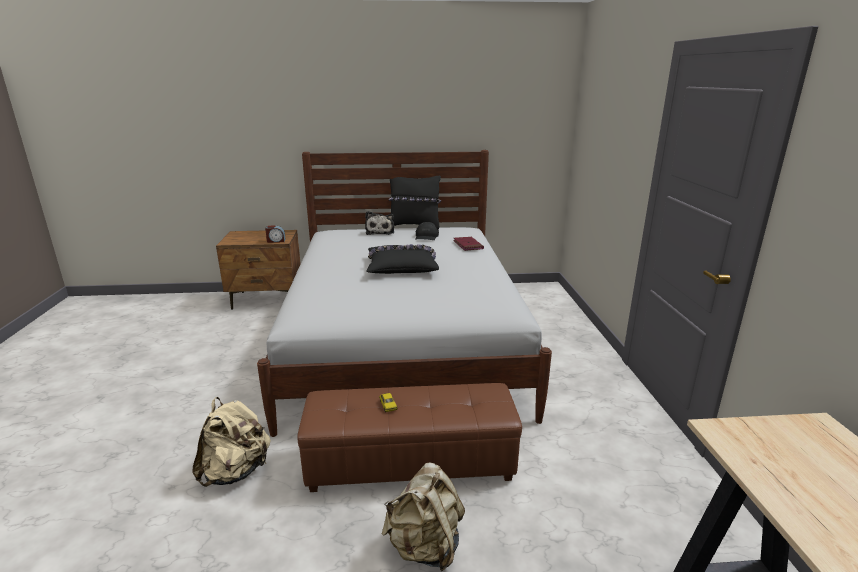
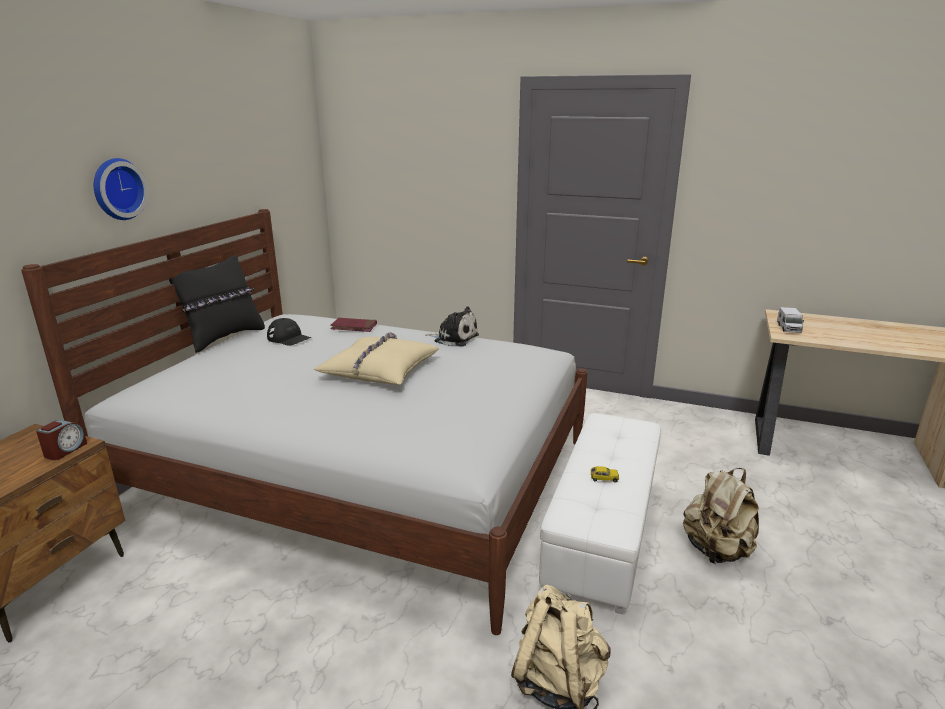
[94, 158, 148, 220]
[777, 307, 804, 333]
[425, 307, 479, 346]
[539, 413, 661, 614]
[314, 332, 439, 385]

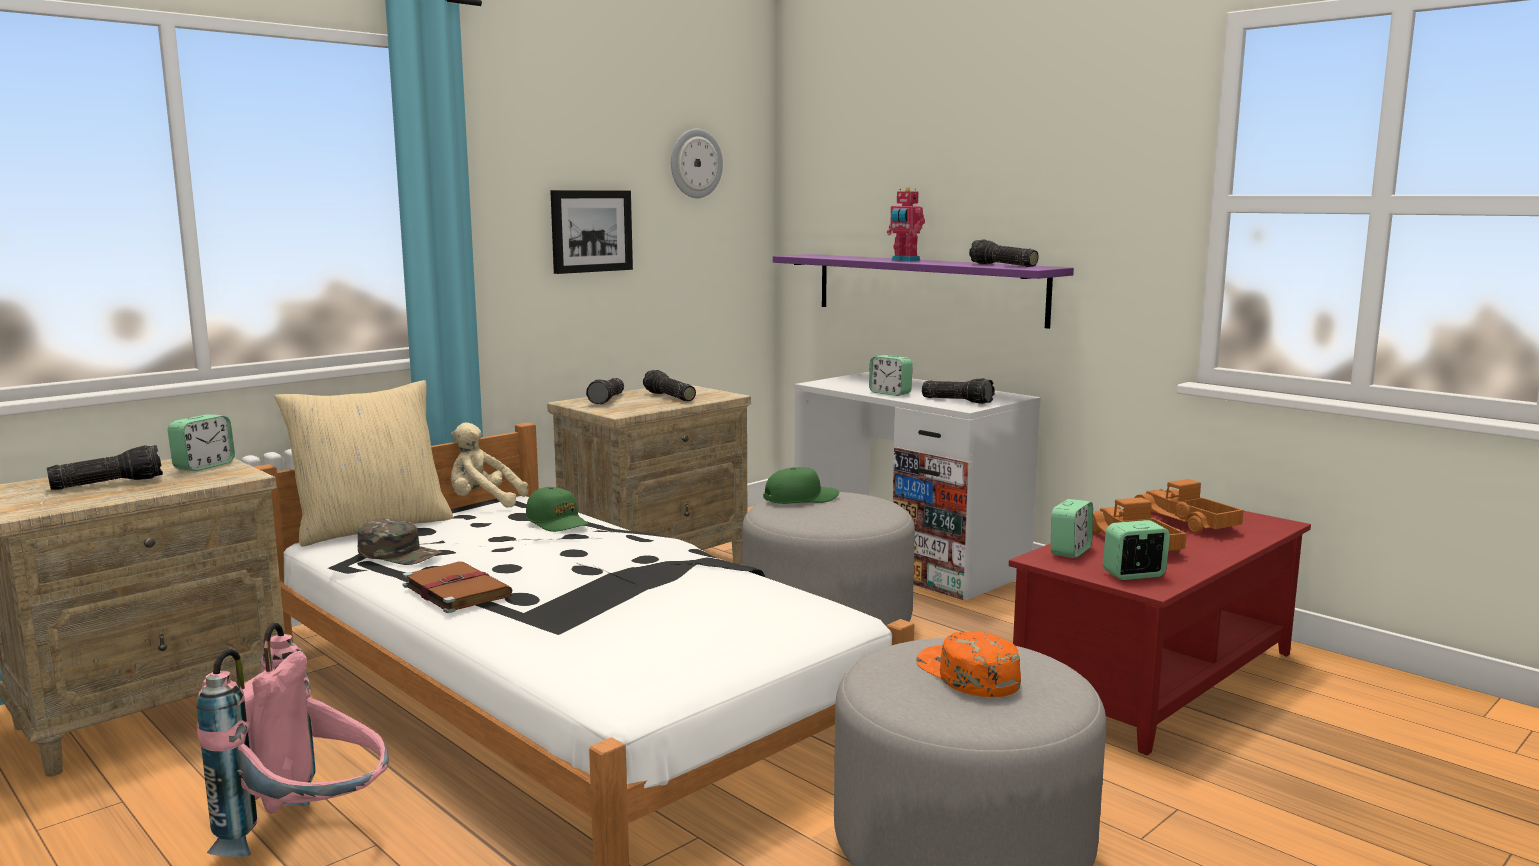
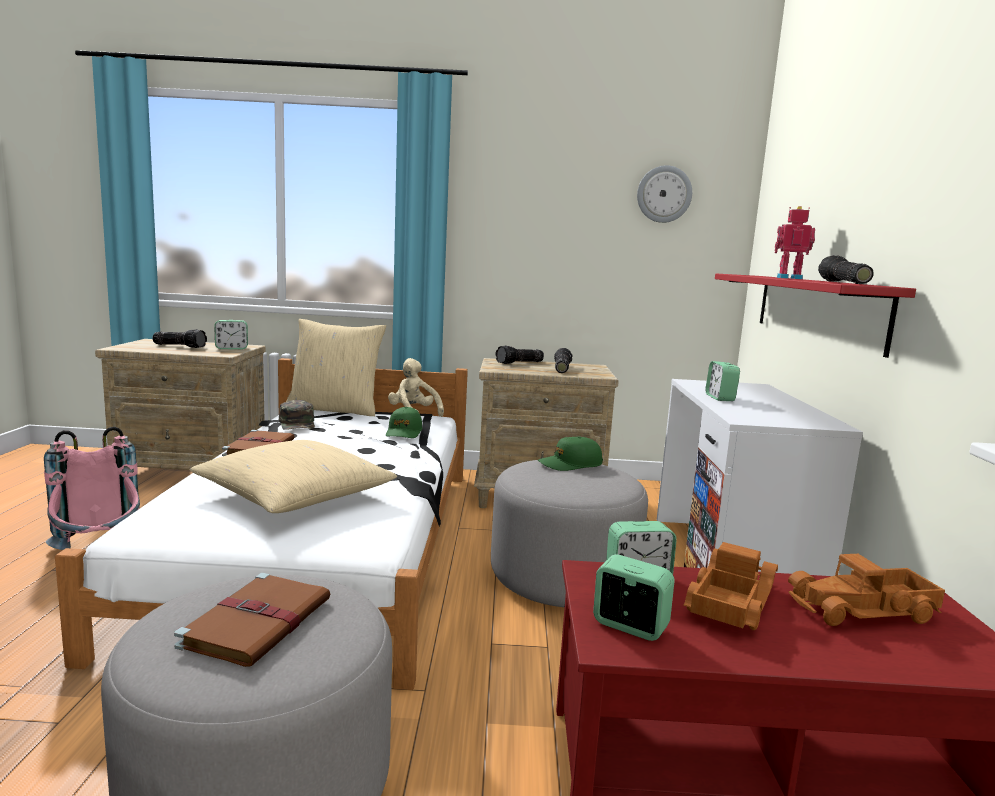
[550, 190, 633, 274] (first image)
[922, 378, 995, 404] (first image)
[190, 440, 397, 513]
[174, 573, 331, 667]
[715, 274, 916, 358]
[538, 436, 603, 471]
[774, 206, 815, 279]
[788, 554, 945, 626]

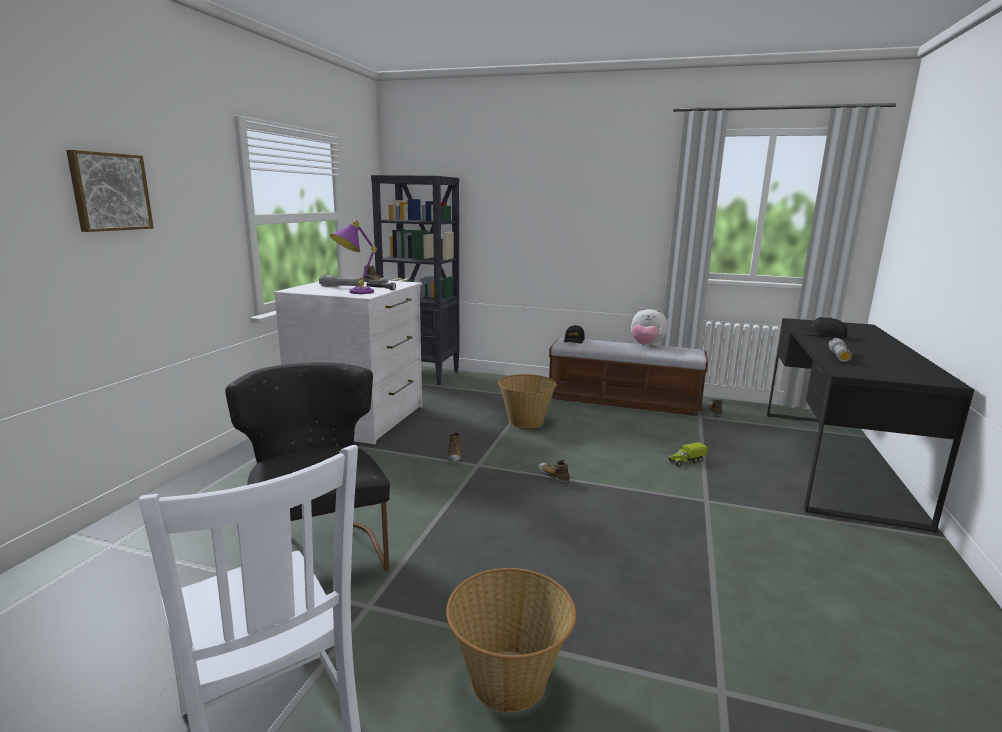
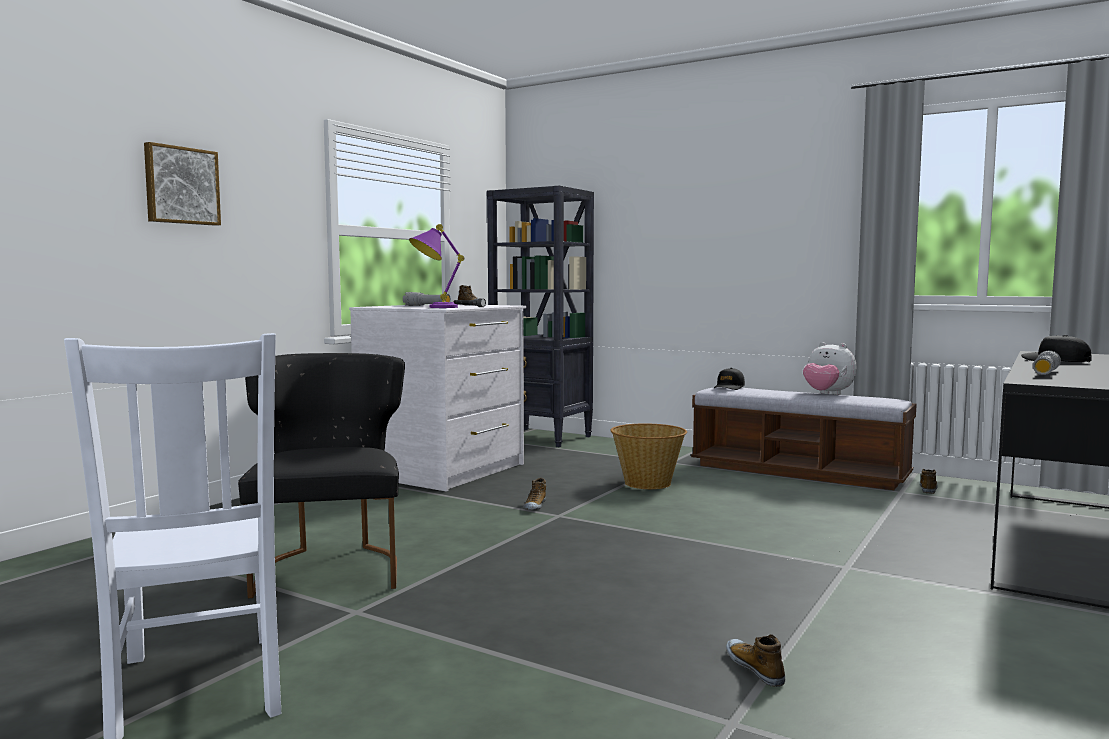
[446, 568, 576, 712] (first image)
[668, 442, 708, 466] (first image)
[726, 634, 785, 687]

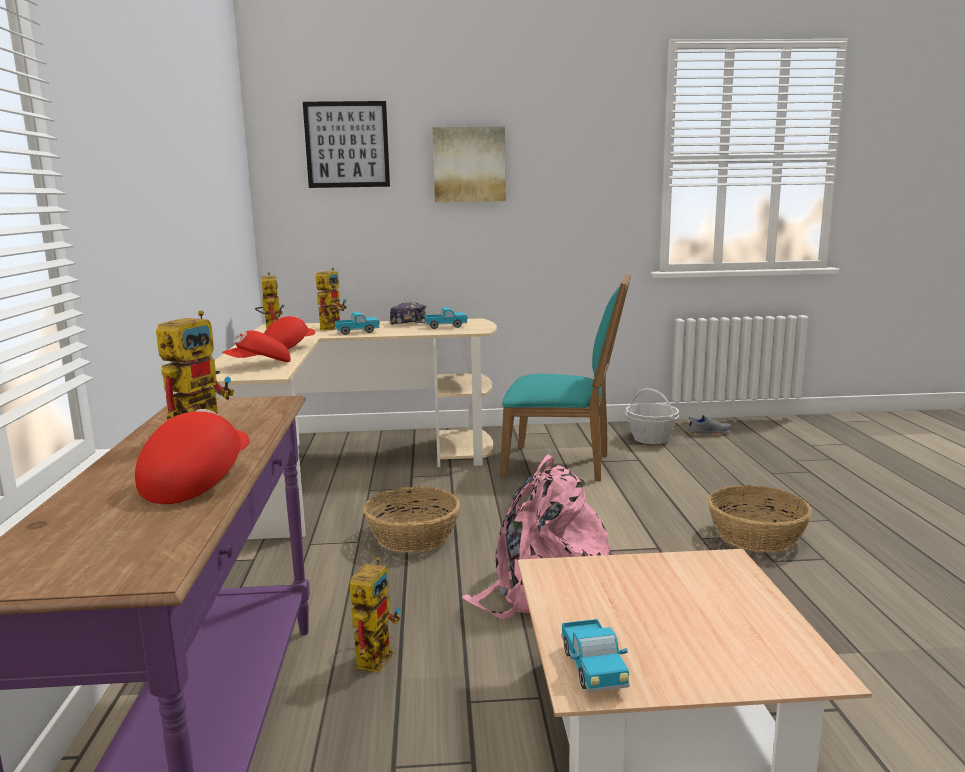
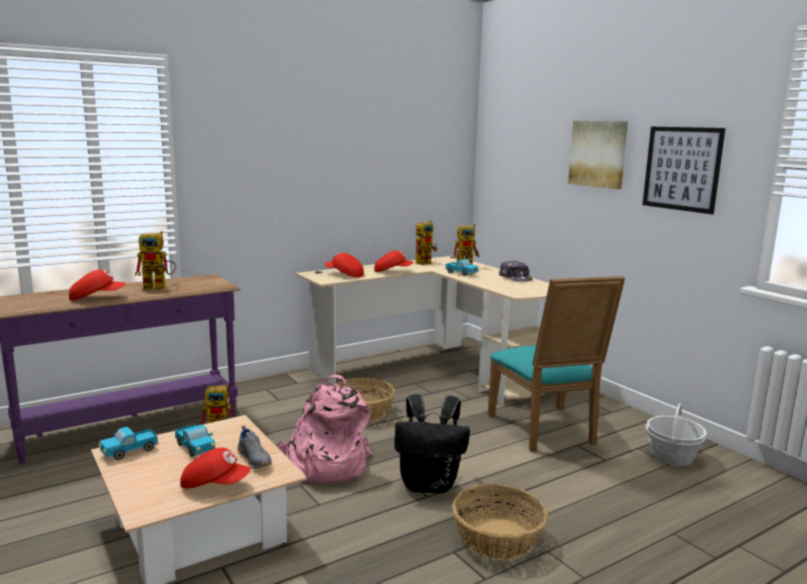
[180, 448, 251, 489]
[394, 394, 470, 493]
[643, 127, 725, 214]
[175, 424, 215, 457]
[237, 426, 272, 469]

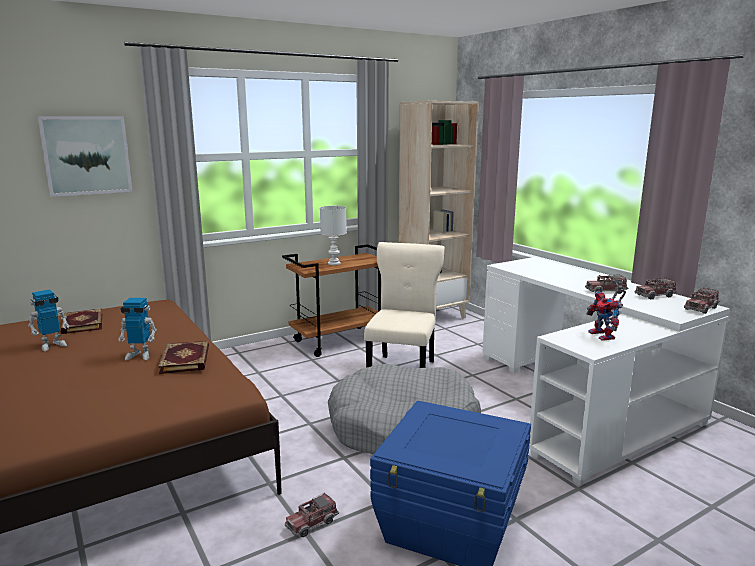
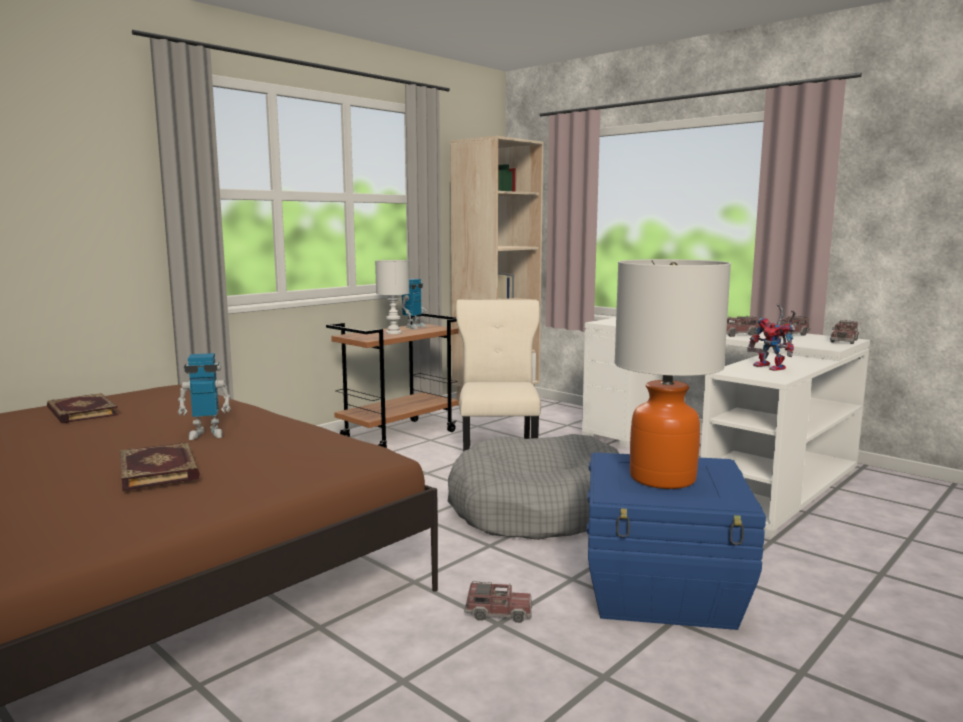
[38, 116, 133, 197] (first image)
[614, 259, 731, 489]
[402, 279, 427, 329]
[120, 442, 200, 491]
[464, 581, 532, 623]

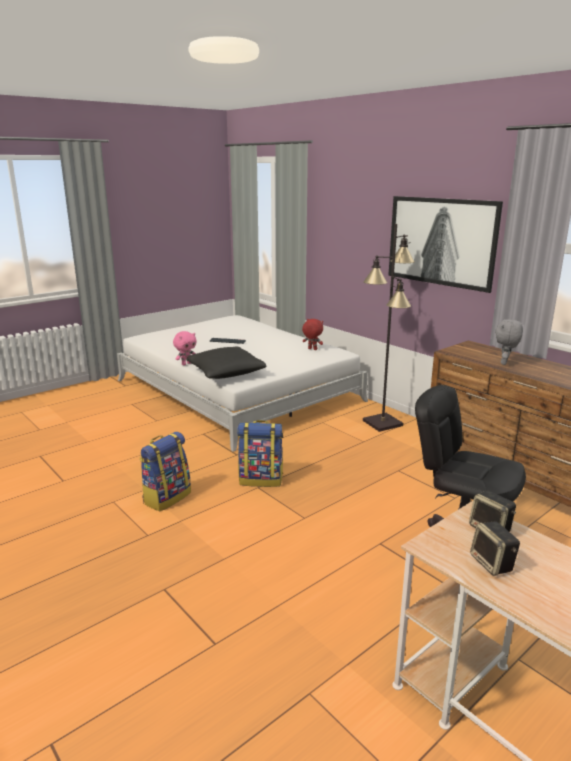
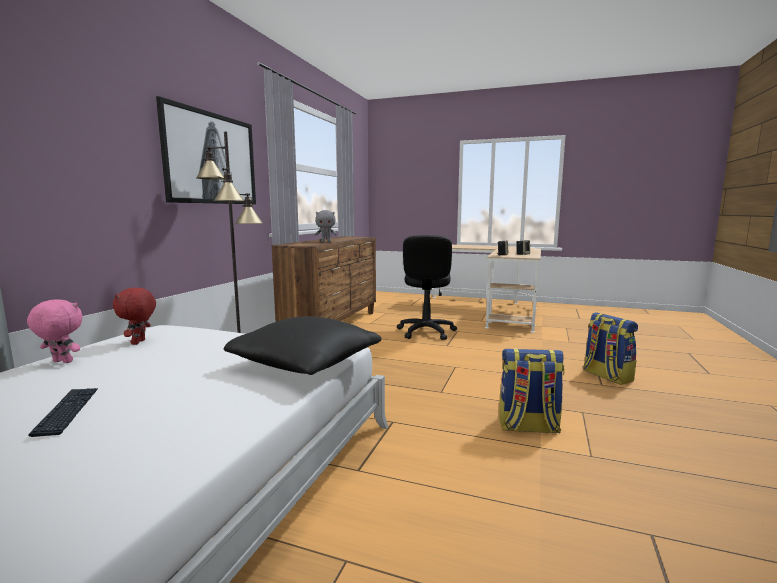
[27, 299, 83, 363]
[583, 312, 638, 385]

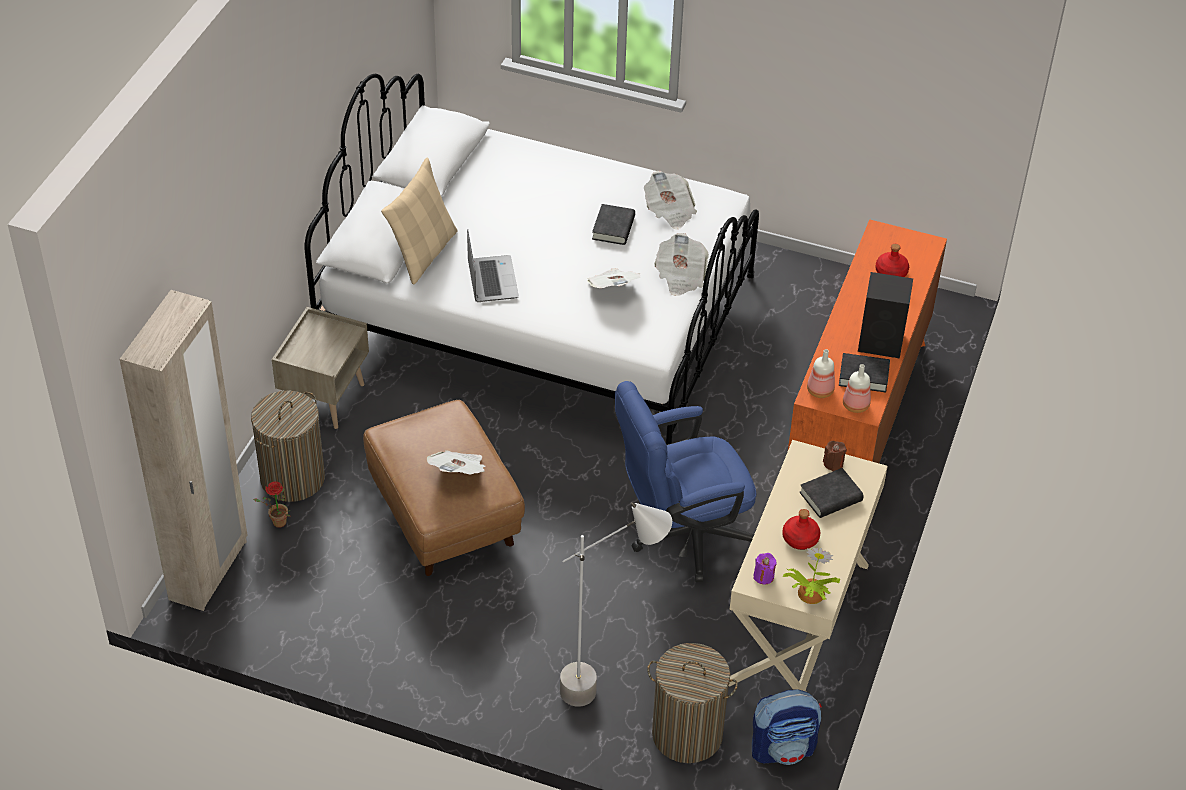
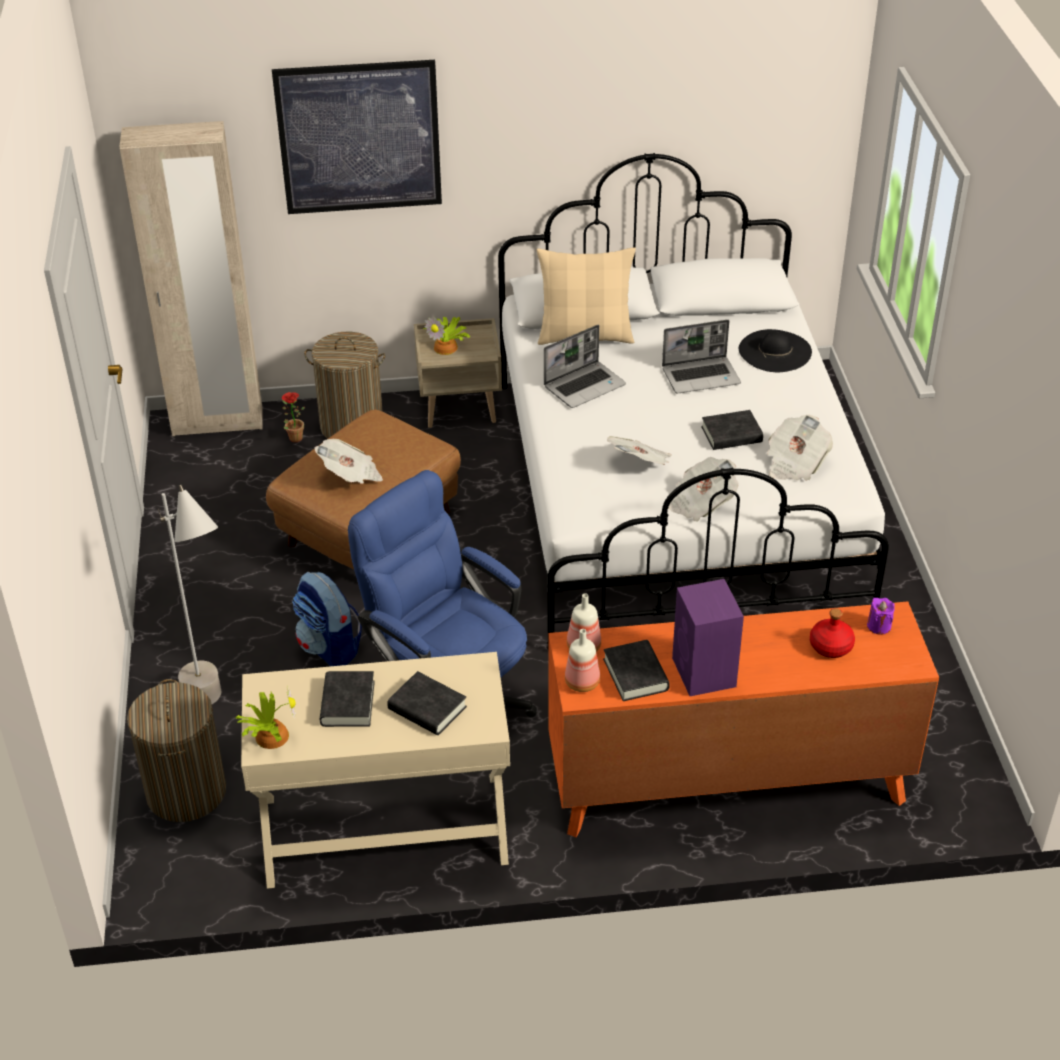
[823, 441, 847, 471] (first image)
[272, 60, 442, 214]
[423, 317, 470, 355]
[662, 320, 741, 393]
[739, 329, 812, 372]
[292, 571, 362, 666]
[867, 598, 895, 635]
[320, 671, 375, 727]
[672, 579, 744, 696]

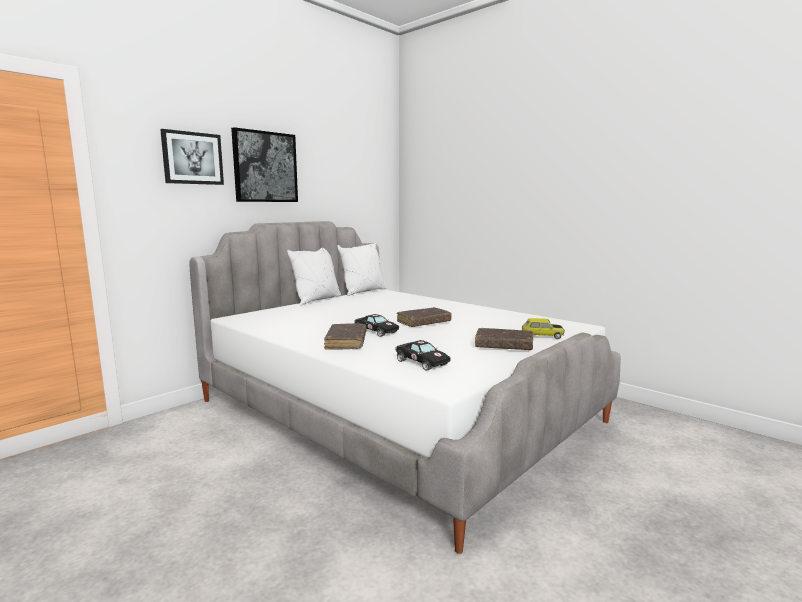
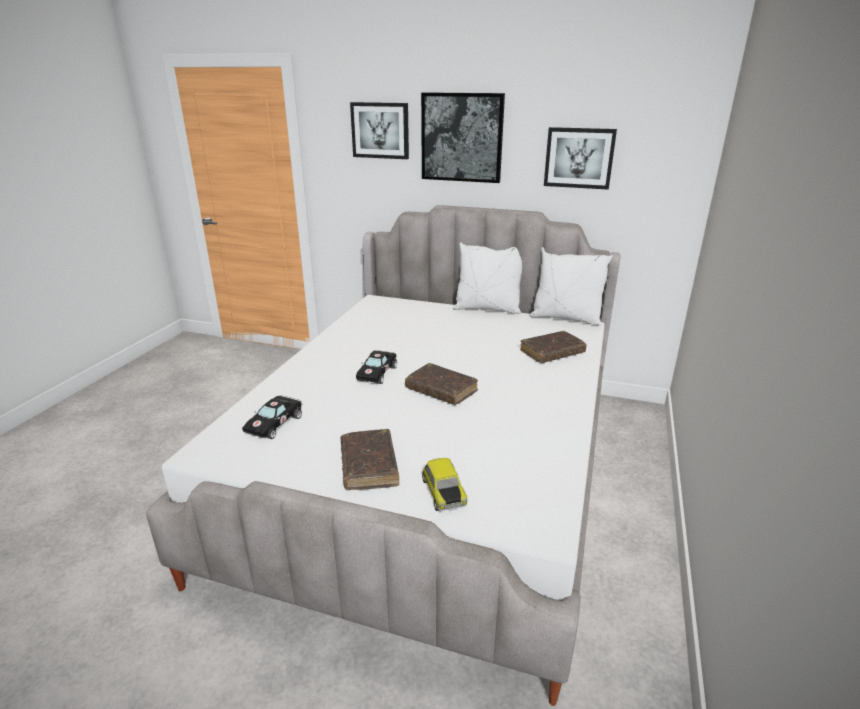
[544, 127, 617, 190]
[520, 331, 587, 363]

